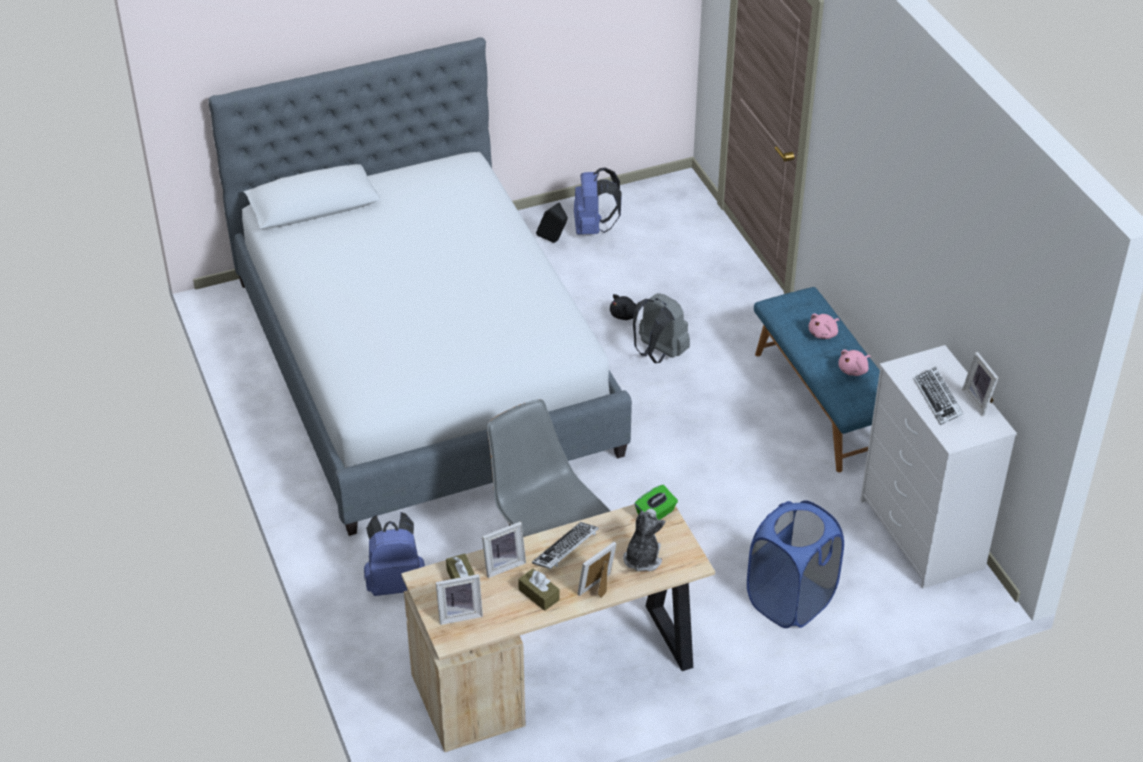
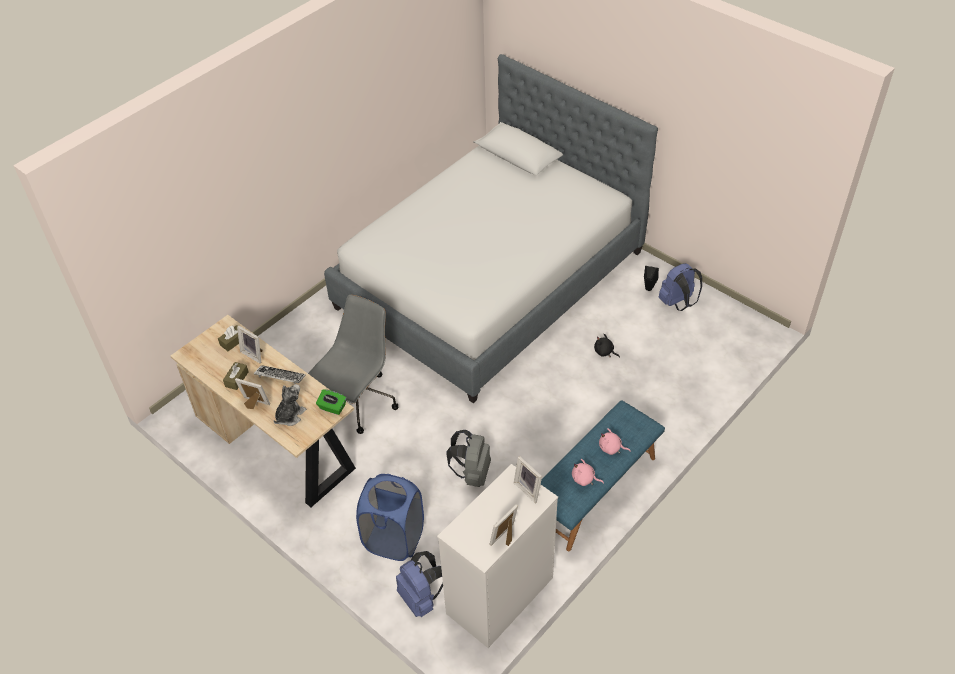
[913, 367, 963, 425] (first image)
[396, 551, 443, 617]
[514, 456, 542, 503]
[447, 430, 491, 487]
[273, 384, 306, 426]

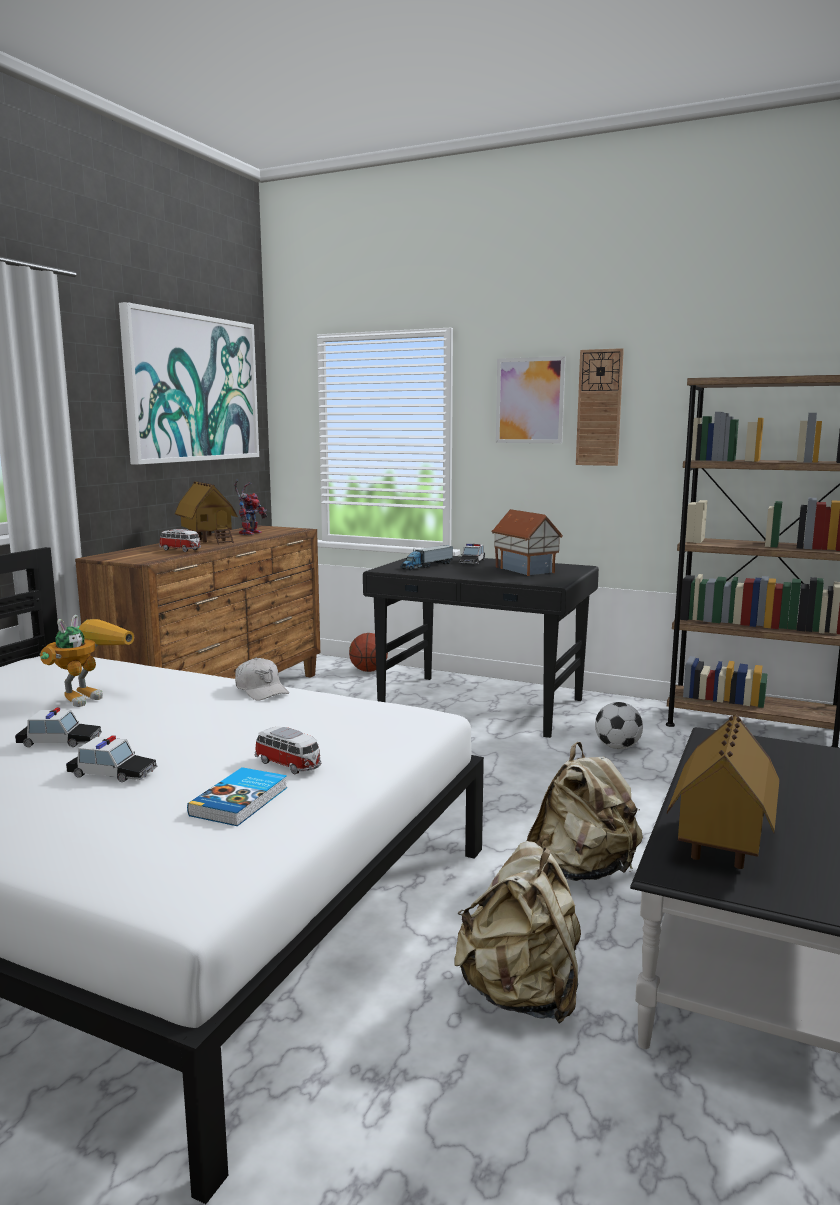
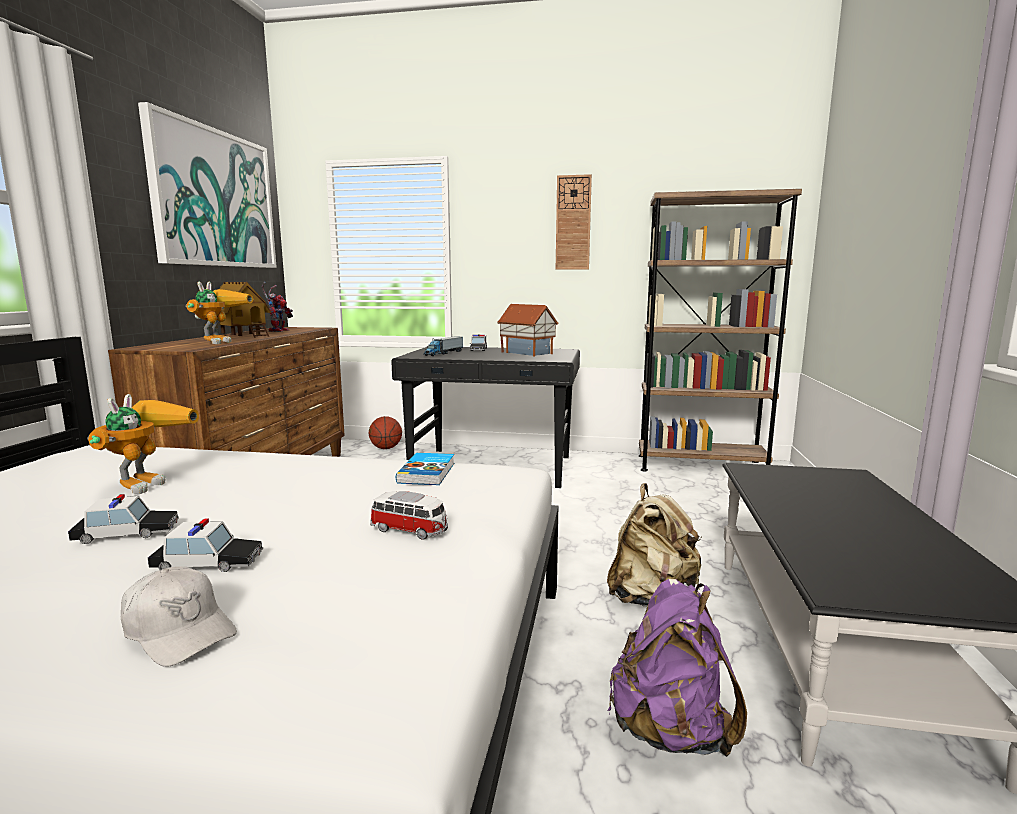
[496, 356, 566, 443] (first image)
[595, 702, 643, 749] (first image)
[667, 714, 780, 869] (first image)
[396, 453, 454, 485]
[121, 566, 237, 667]
[186, 282, 253, 344]
[607, 579, 747, 757]

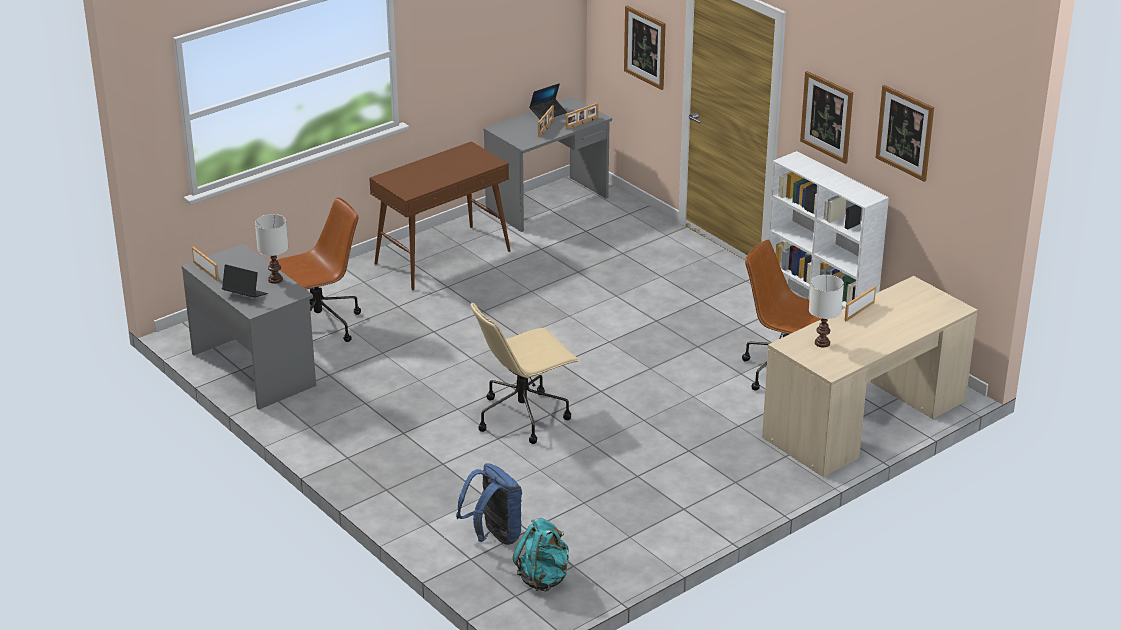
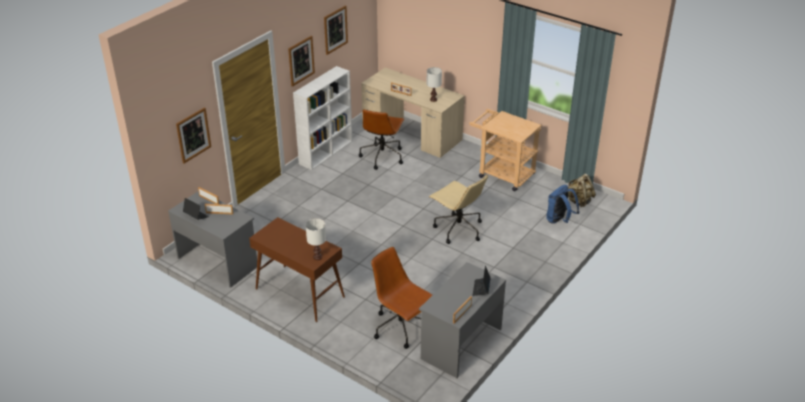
[469, 109, 542, 191]
[306, 218, 326, 260]
[568, 174, 596, 207]

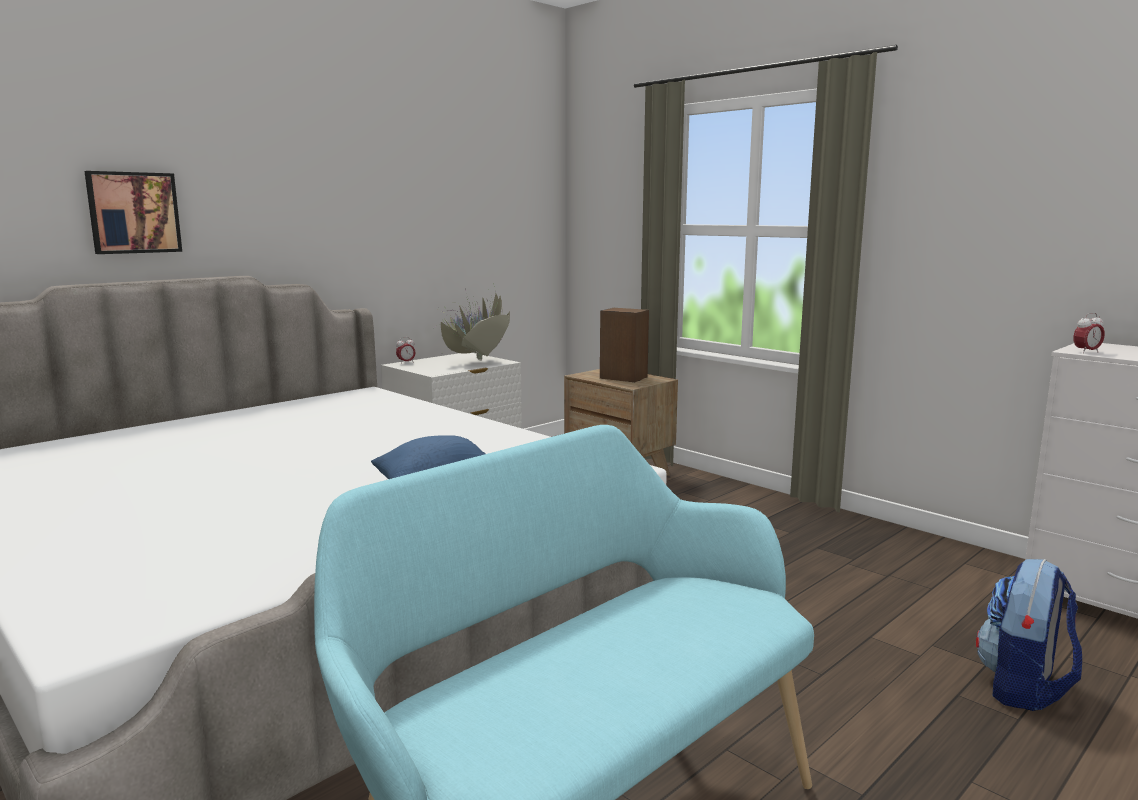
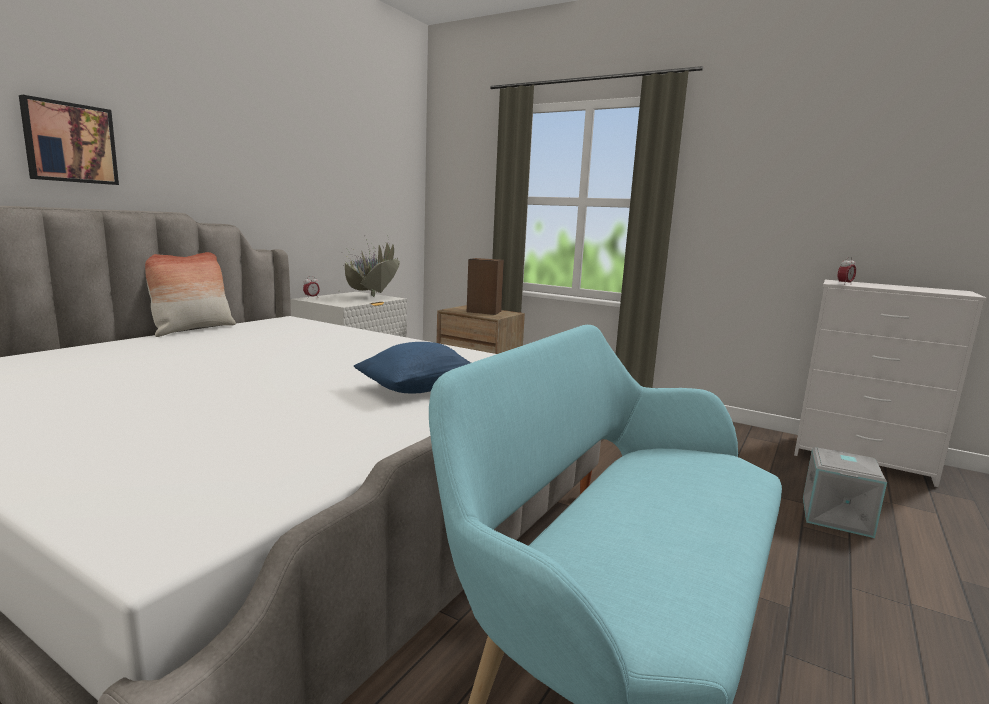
[145, 252, 236, 337]
[803, 448, 887, 538]

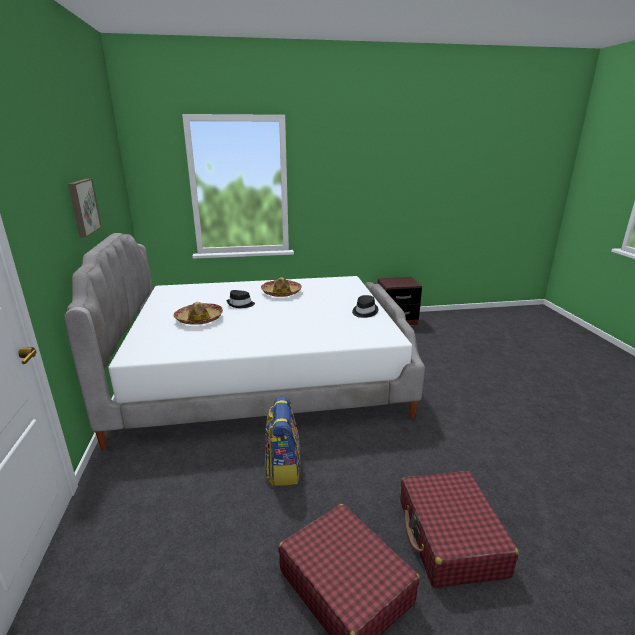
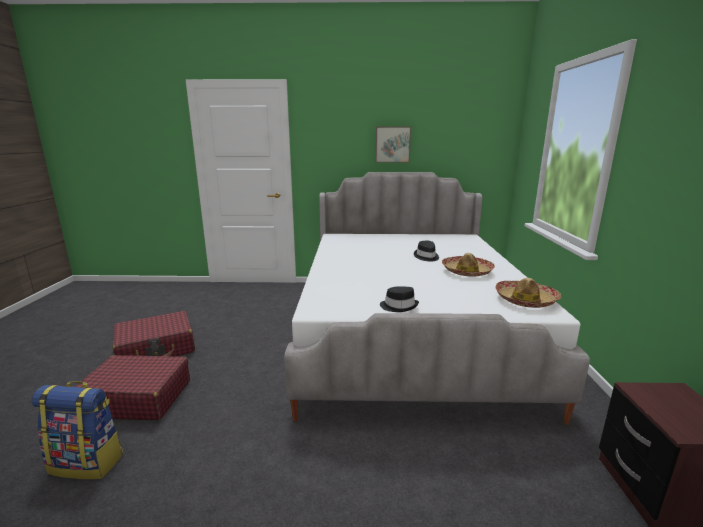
[495, 278, 561, 308]
[31, 381, 123, 479]

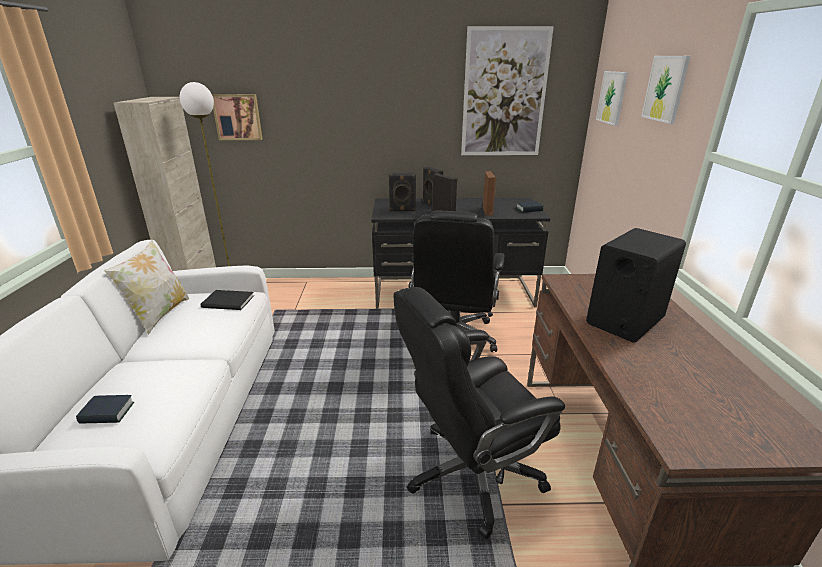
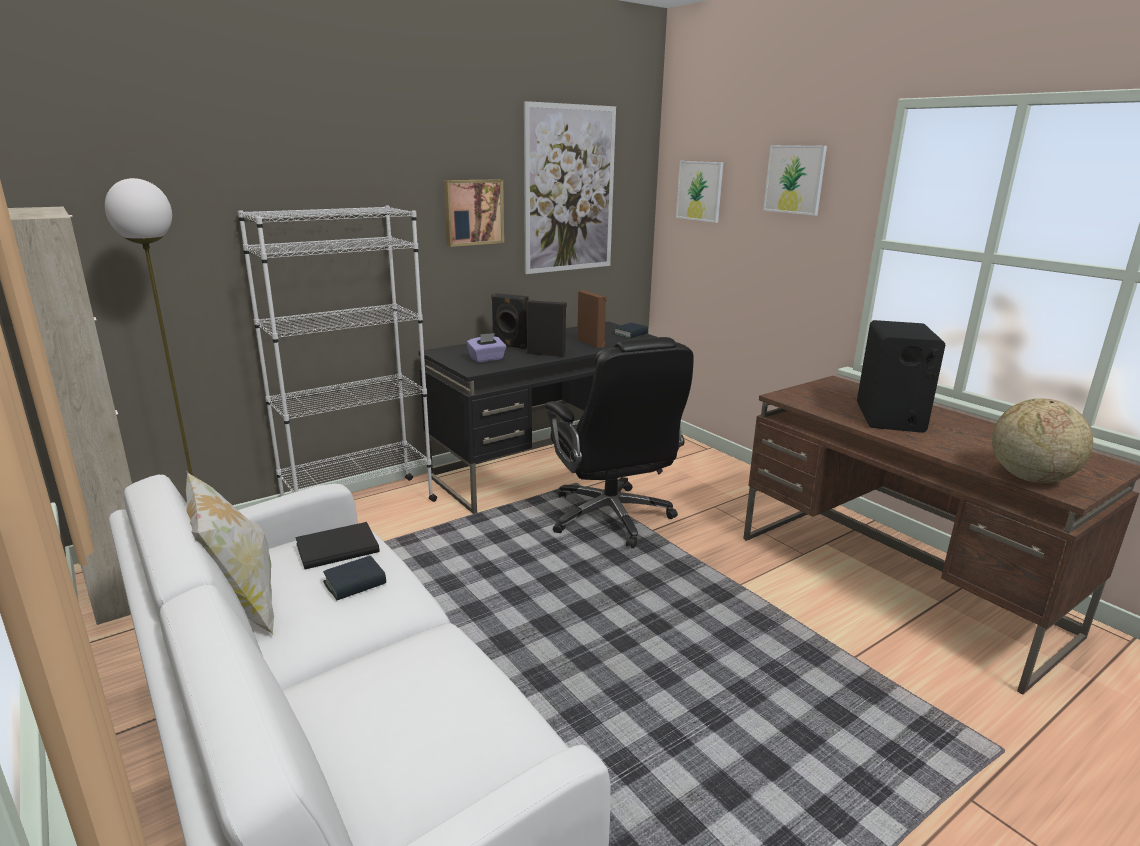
[394, 287, 565, 539] (first image)
[238, 205, 437, 502]
[992, 398, 1093, 483]
[323, 556, 386, 600]
[444, 179, 504, 247]
[466, 333, 506, 362]

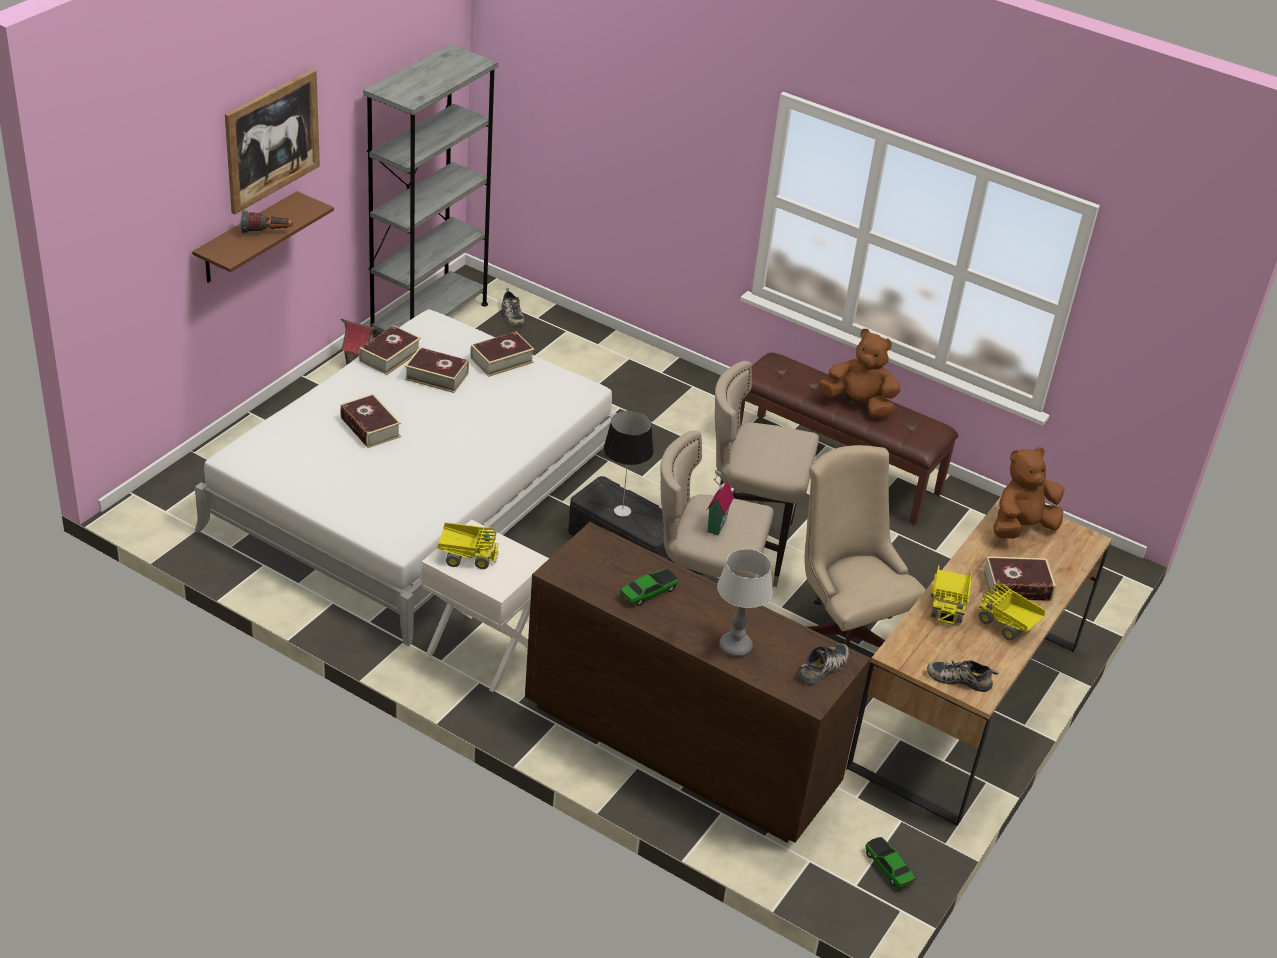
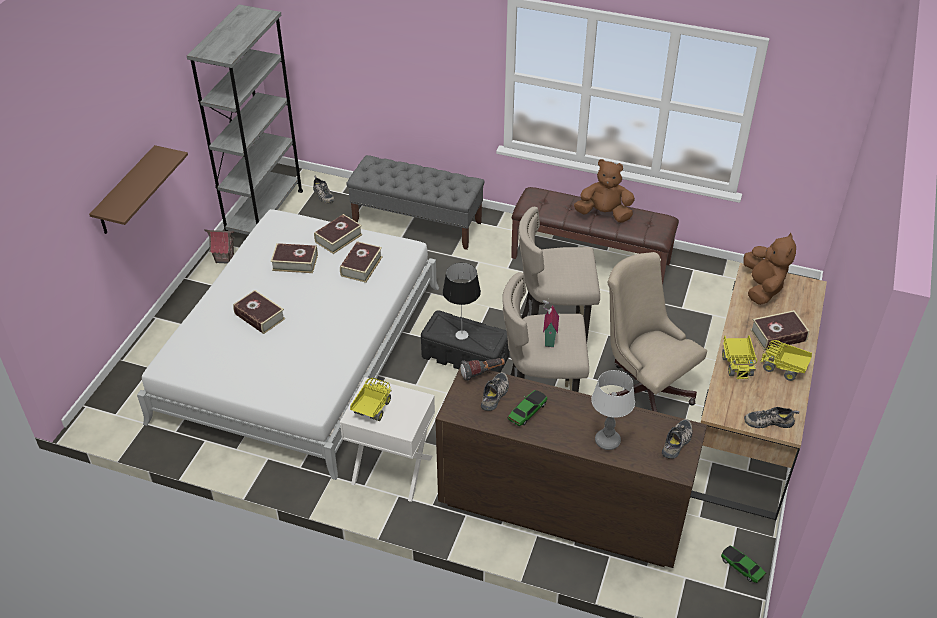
[225, 69, 320, 214] (first image)
[346, 155, 485, 250]
[481, 372, 509, 411]
[460, 358, 505, 381]
[340, 241, 383, 283]
[350, 378, 391, 421]
[743, 233, 796, 305]

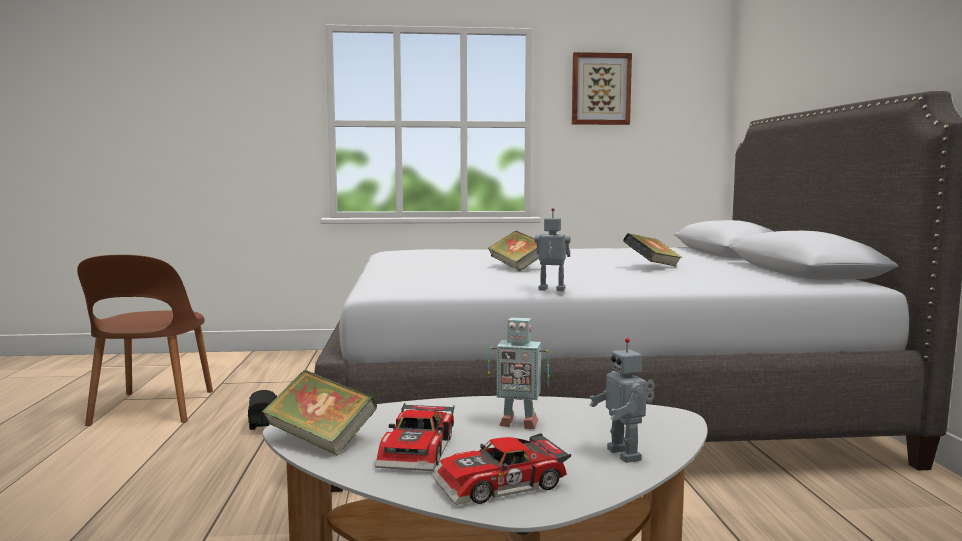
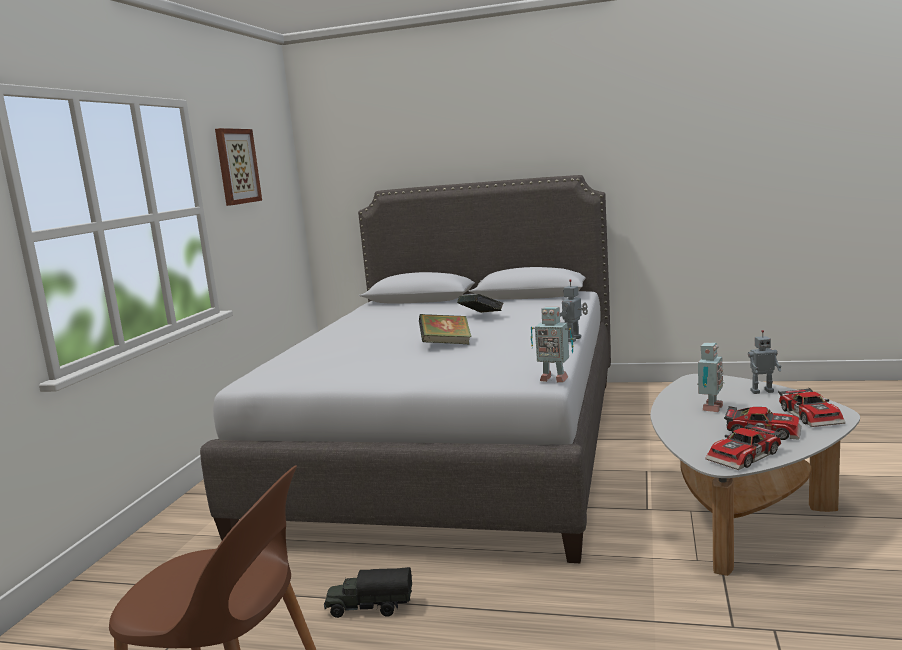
[531, 307, 573, 383]
[705, 423, 783, 470]

